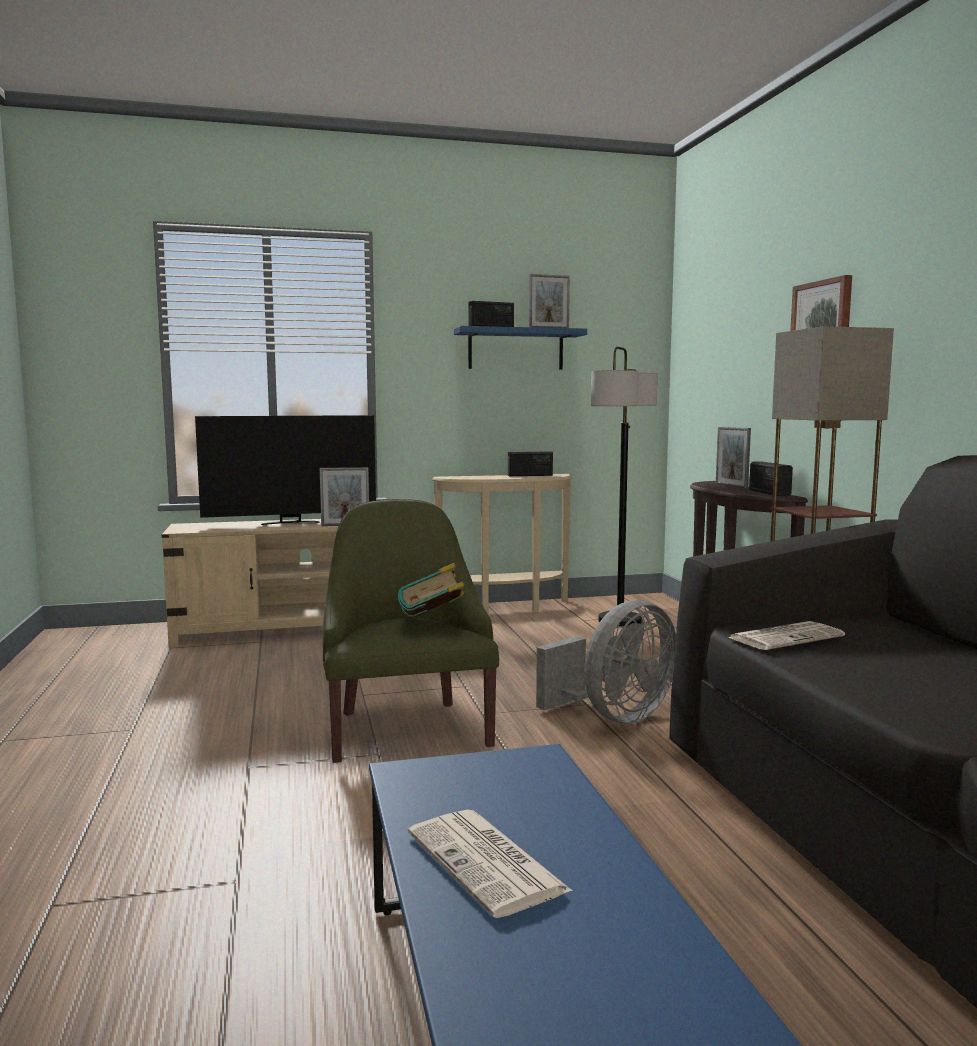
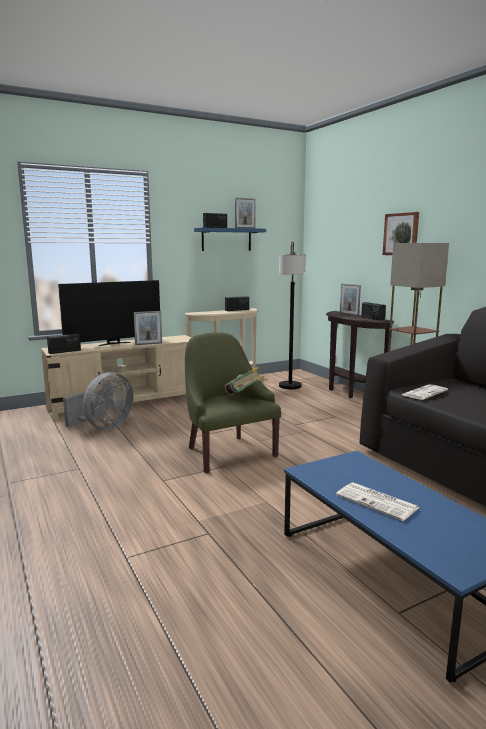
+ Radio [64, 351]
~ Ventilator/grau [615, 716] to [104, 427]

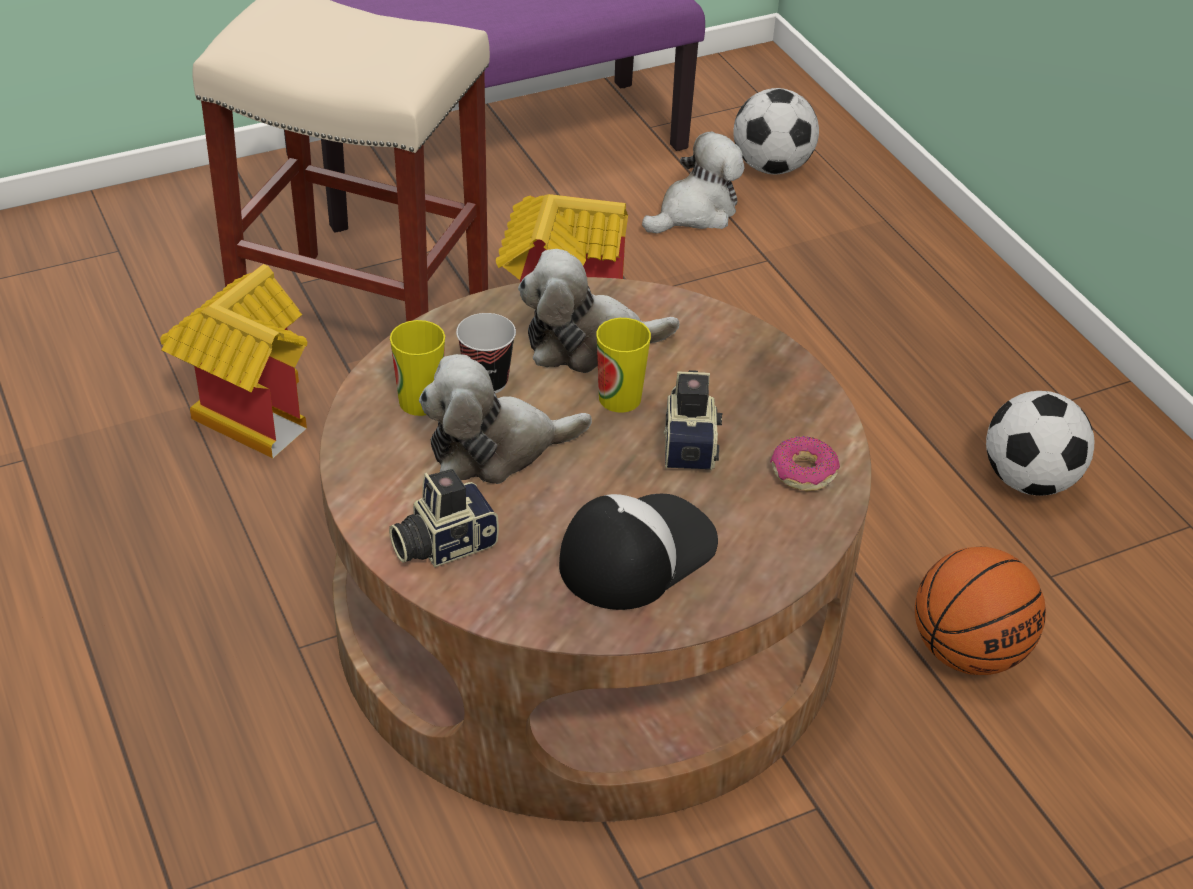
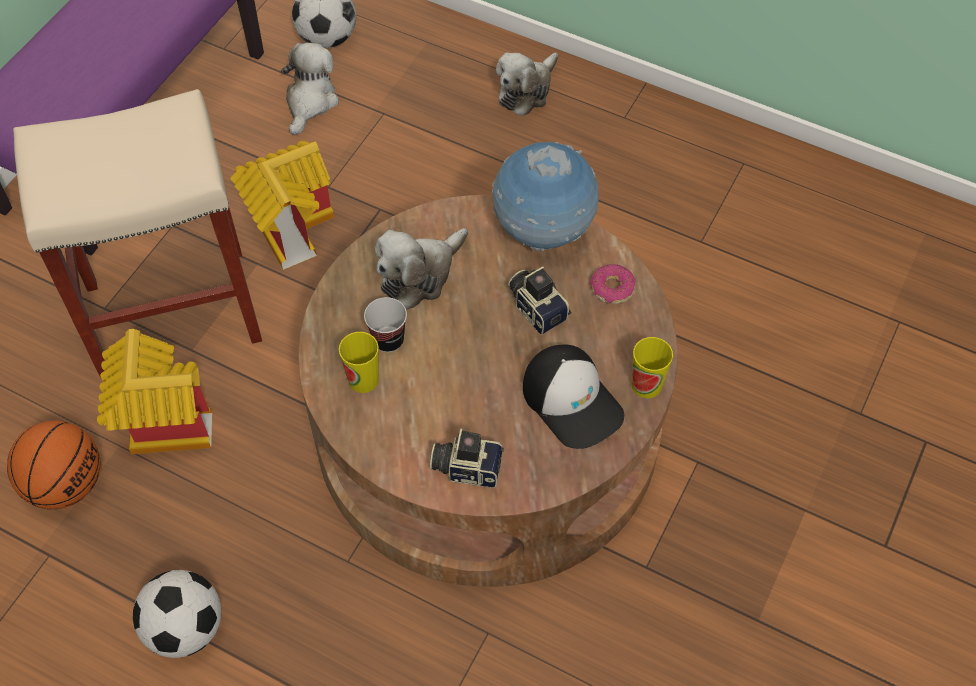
~ Basketball [967, 651] to [66, 484]
~ Fußball [1029, 480] to [185, 628]
~ Kamera [442, 543] = [467, 467] 75 degrees clockwise
+ Globus [543, 231]
~ Plüschtier [495, 448] to [526, 90]
~ Kappe [636, 552] = [572, 400] 135 degrees clockwise
~ Tasse [619, 398] to [646, 385]

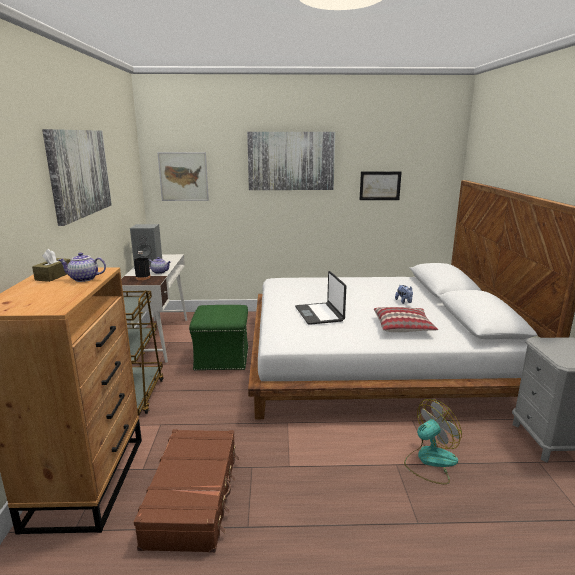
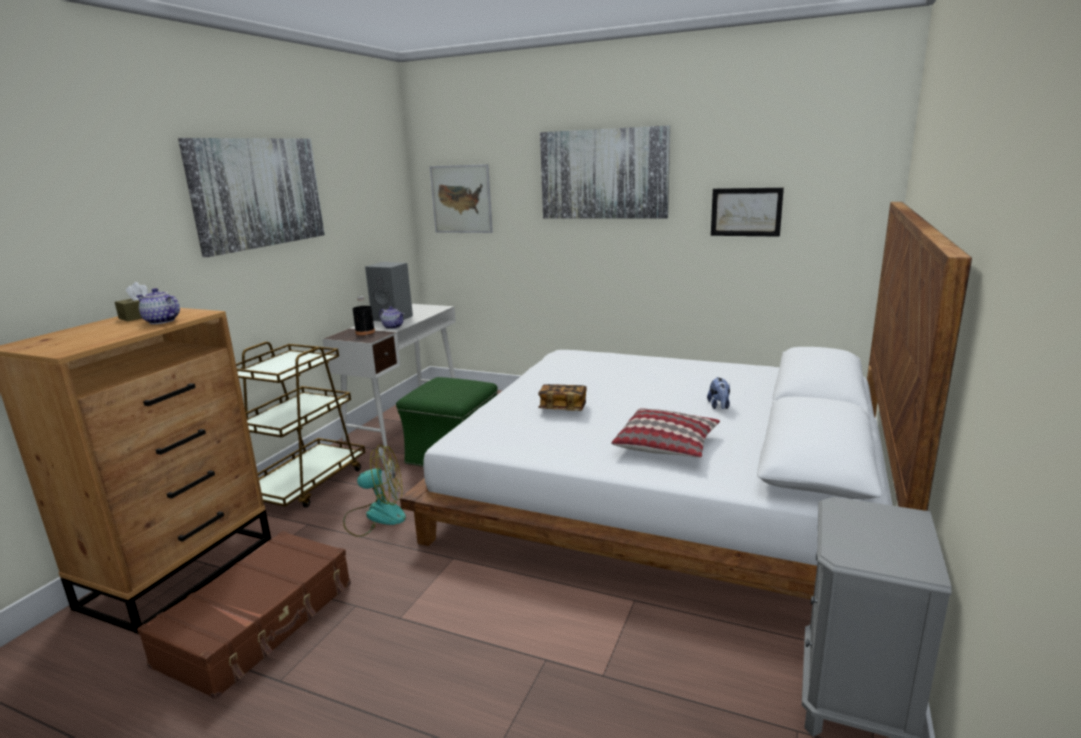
~ Ventilator [430, 461] to [375, 516]
~ Laptop [320, 314] to Buch [563, 408]

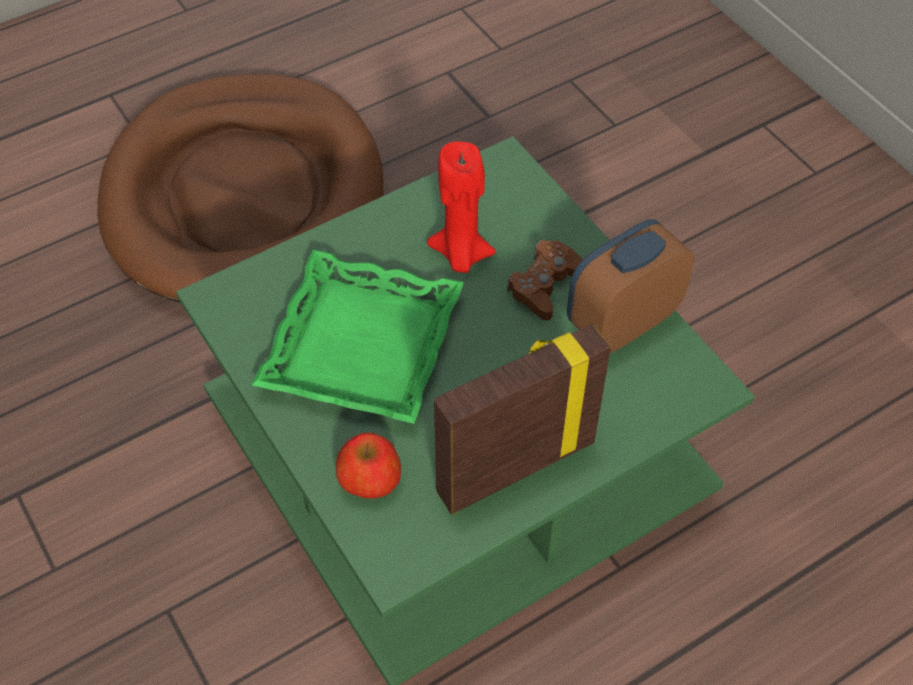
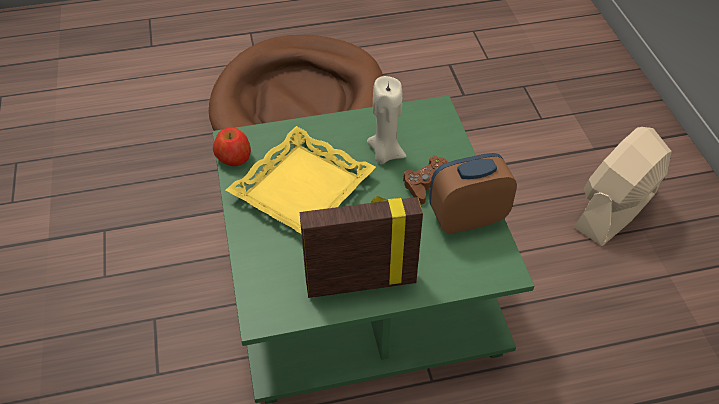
~ Apfel [369, 479] to [234, 158]
~ Tablett/grün [360, 345] to Tablett/gelb [301, 187]
~ Kerze/rot [461, 255] to Kerze/beige [385, 153]
+ Ventilator/beige [614, 210]

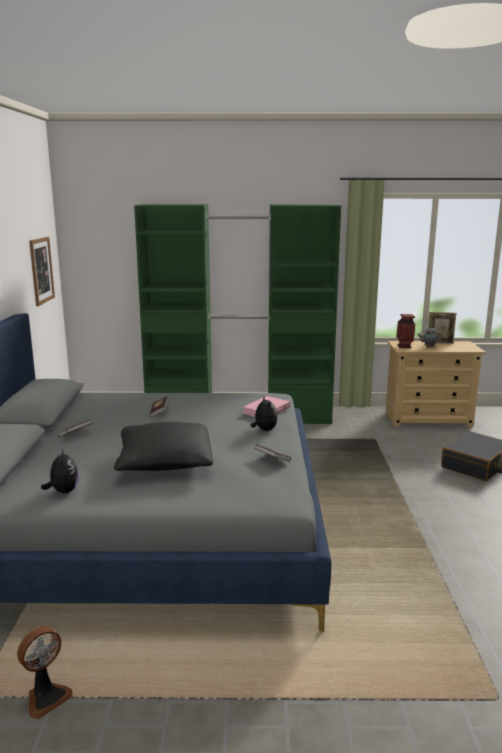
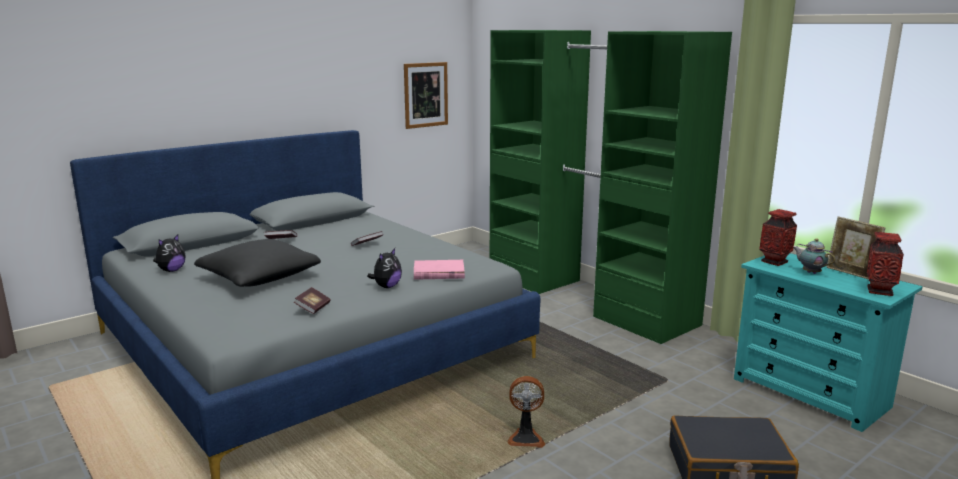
~ Ventilator [46, 697] to [525, 438]
~ Kommode/beige [428, 419] to Kommode/türkis [810, 393]
+ Vase [879, 291]

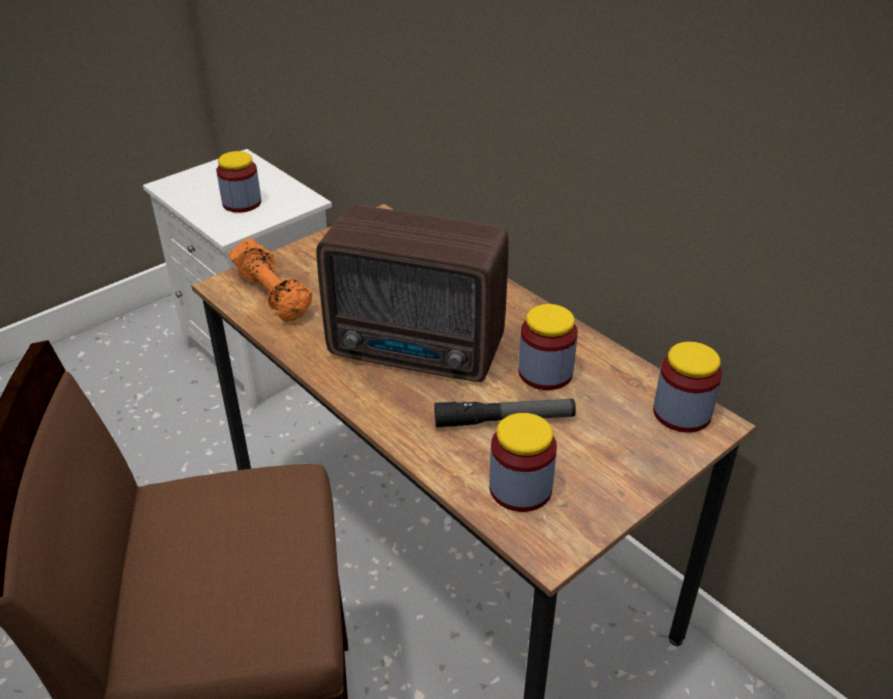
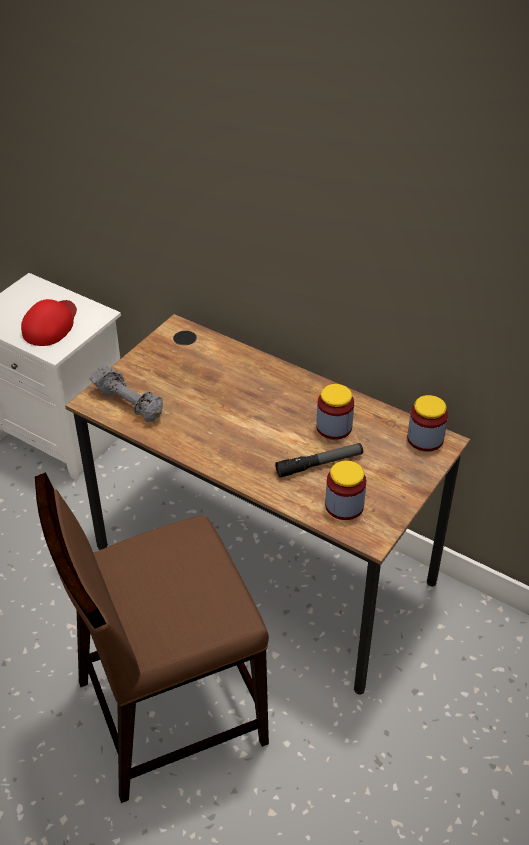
~ Vorratsglas [242, 203] to Kappe/rot [51, 324]
~ Hantel/orange [274, 295] to Hantel/grau [129, 403]
- Radio [419, 352]

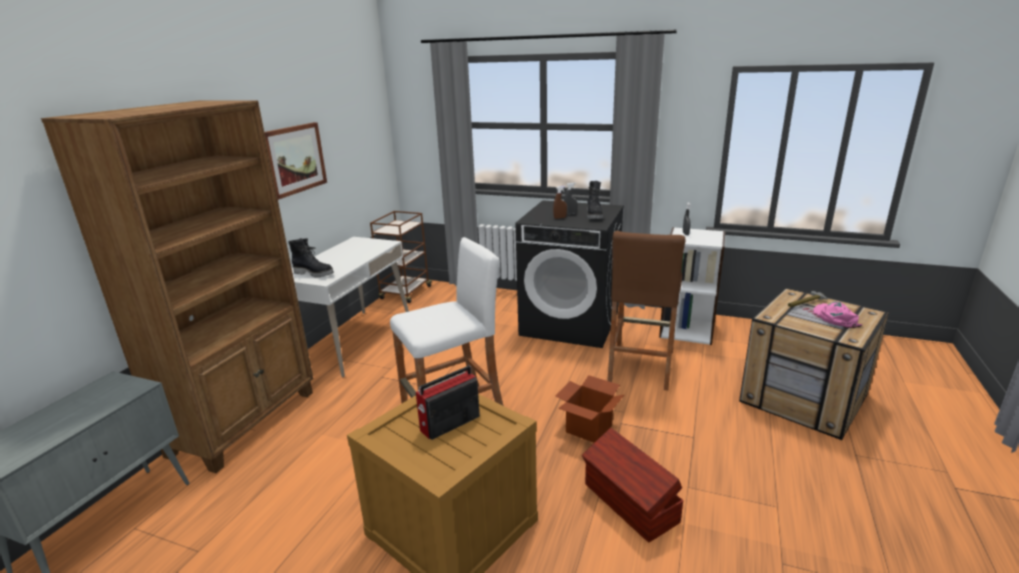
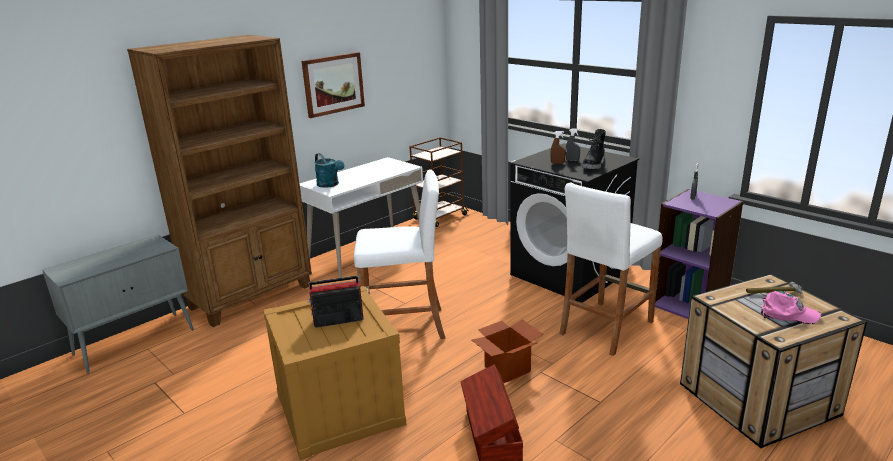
~ Stiefel/schwarz [314, 273] to Gießkanne/türkis [330, 185]
~ Hocker/braun [640, 366] to Hocker/weiß [606, 327]
~ Bücherregal/weiß [687, 329] to Bücherregal/lila [689, 304]
~ Kappe/rosa [834, 318] = [788, 314] 90 degrees clockwise

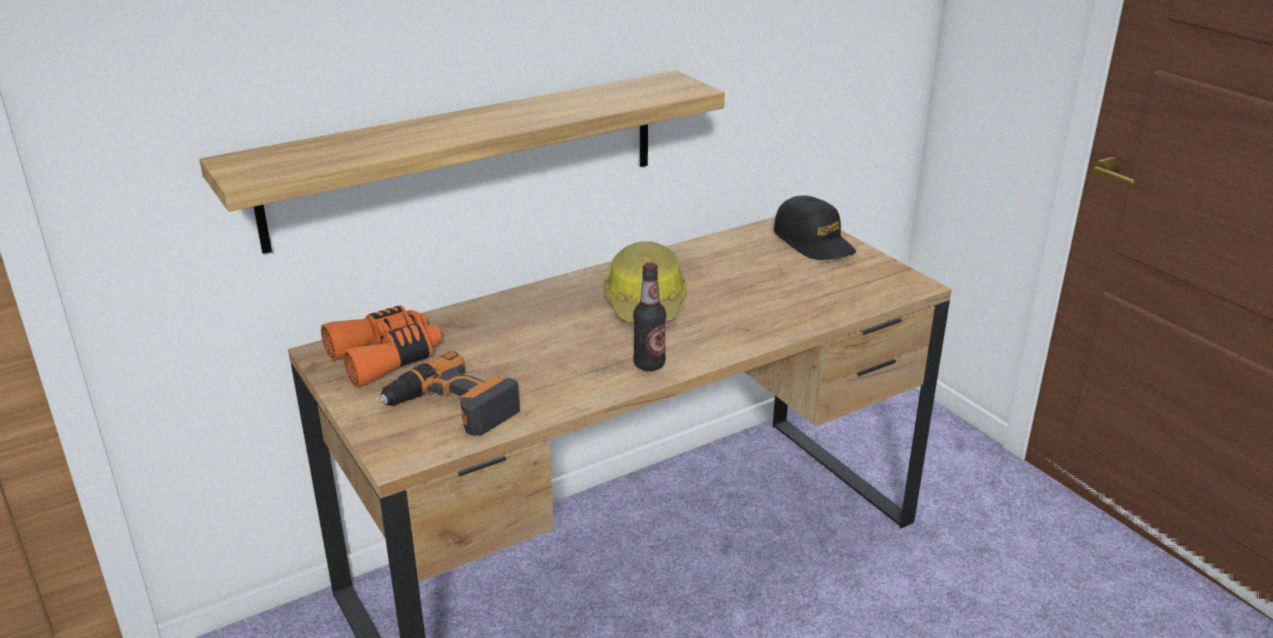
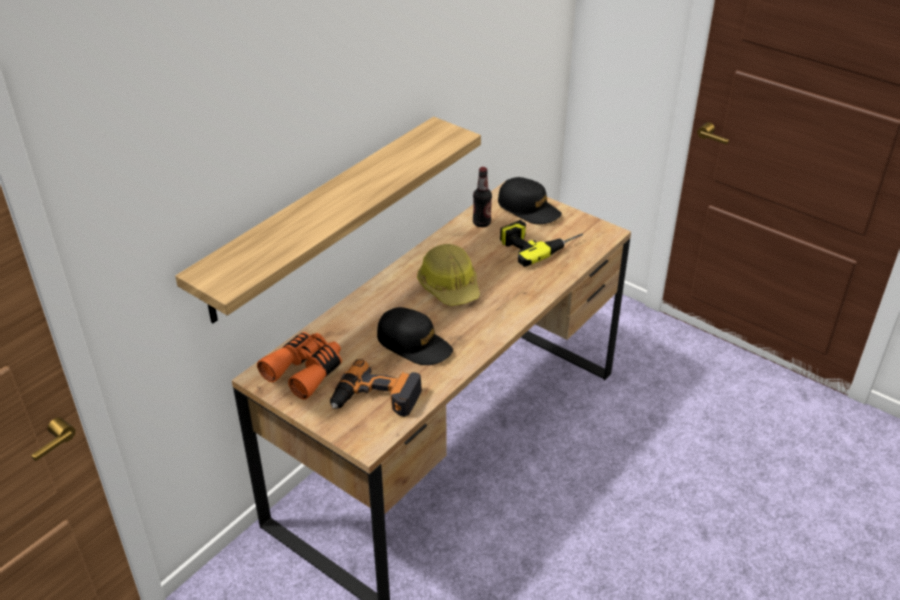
+ Kappe/schwarz [414, 344]
~ Flasche [649, 364] to [481, 223]
+ Bohrmaschine [539, 243]

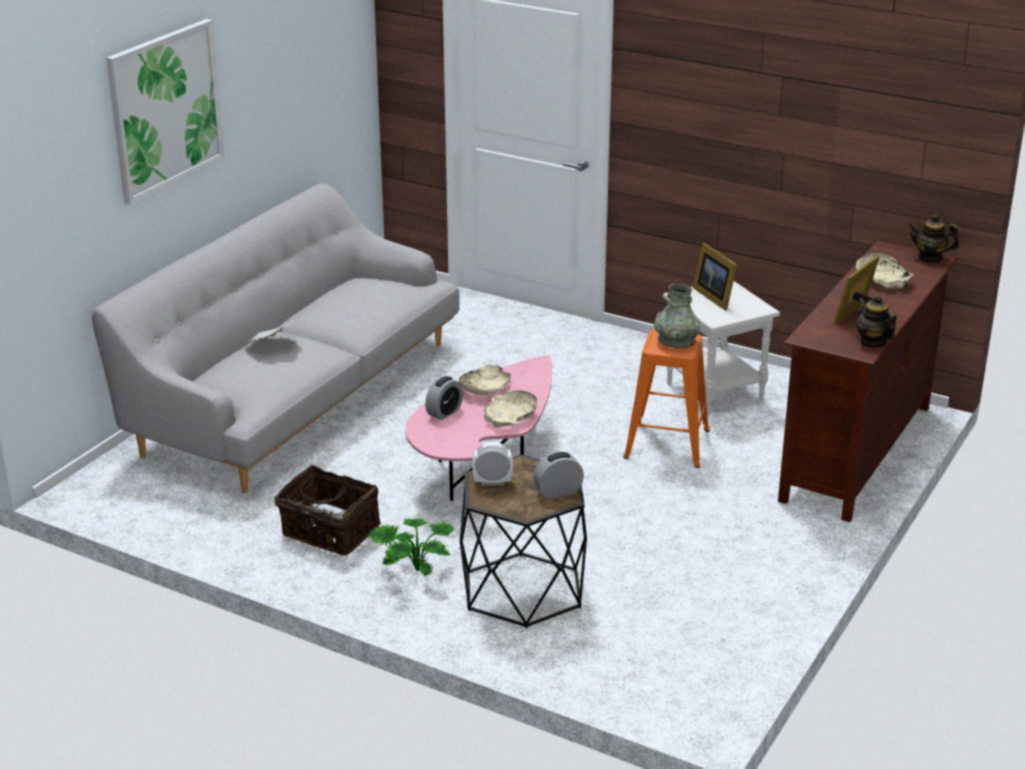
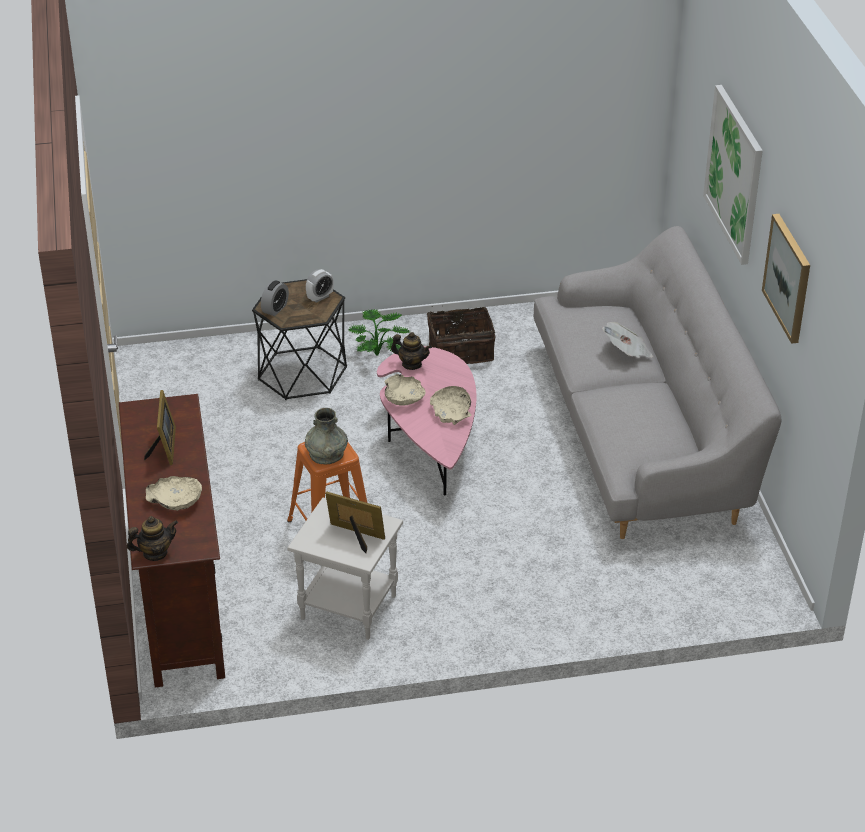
~ Teekanne [872, 342] to [411, 364]
+ Bild [788, 277]
- Wecker [444, 412]

